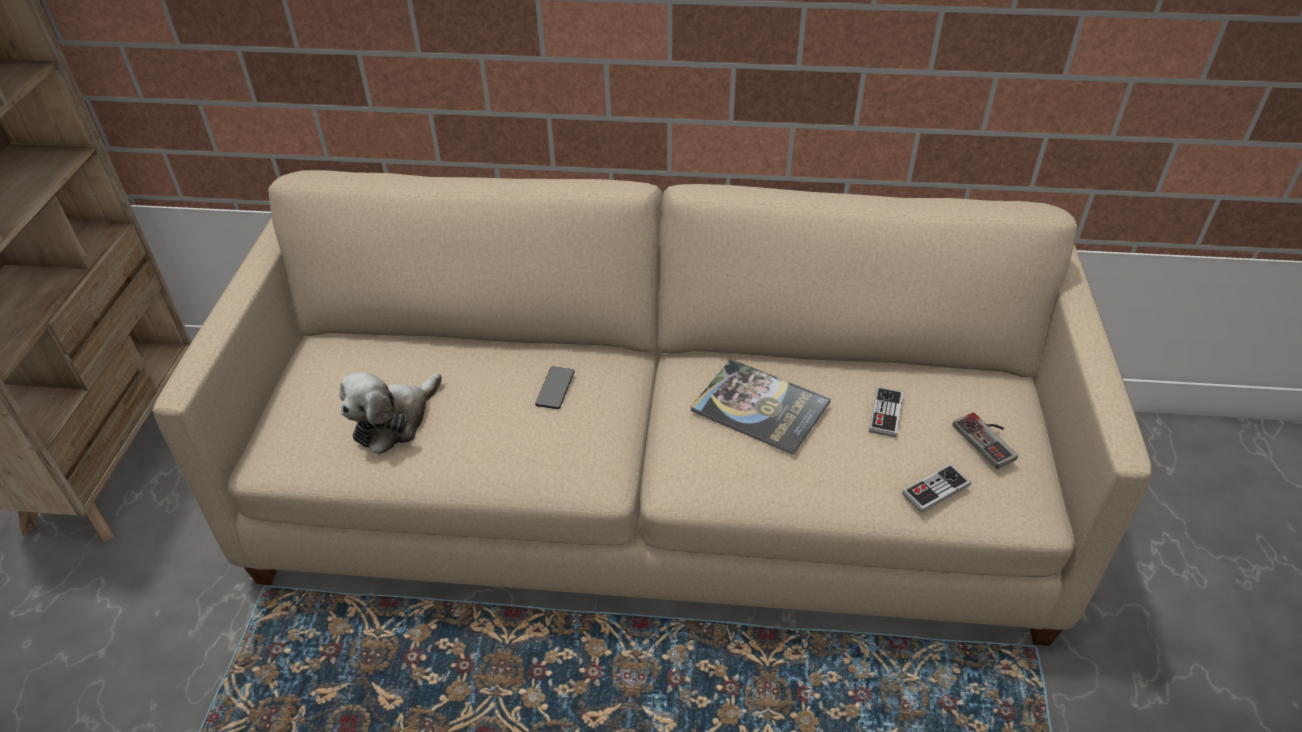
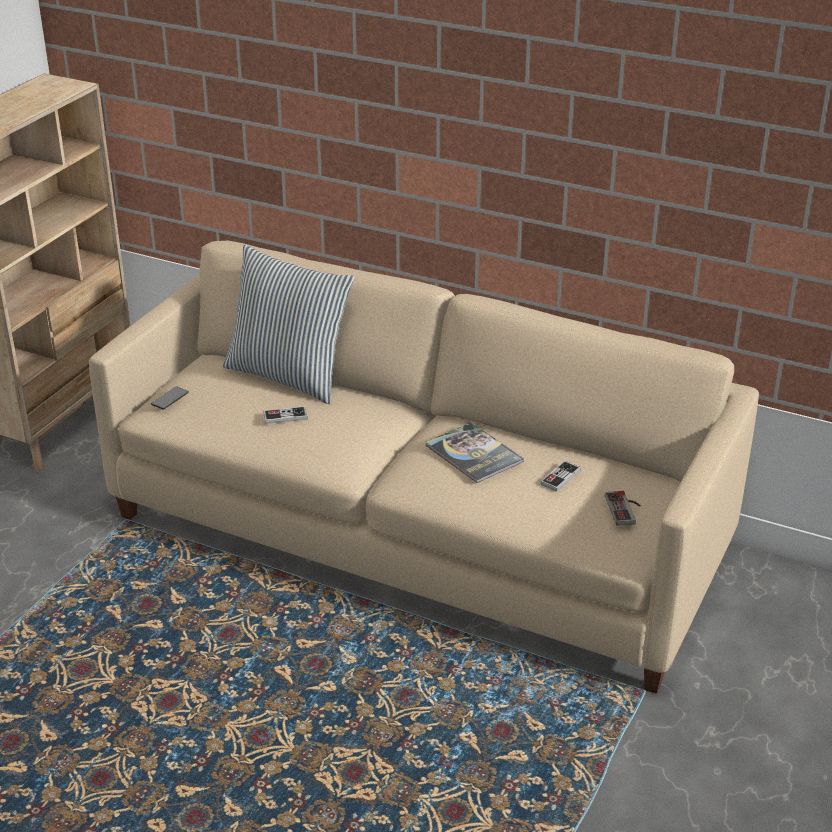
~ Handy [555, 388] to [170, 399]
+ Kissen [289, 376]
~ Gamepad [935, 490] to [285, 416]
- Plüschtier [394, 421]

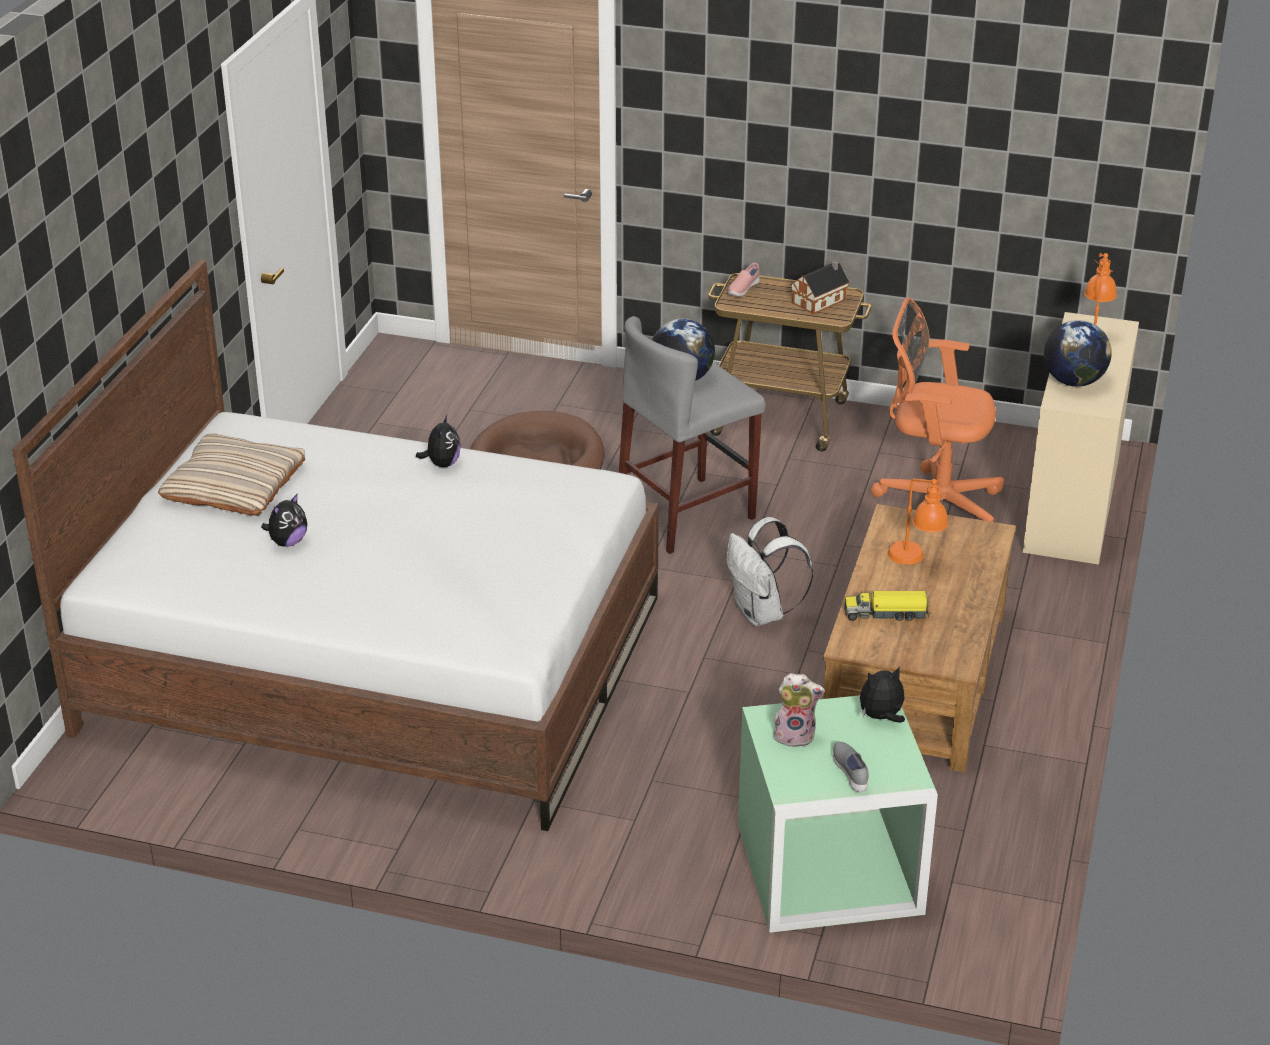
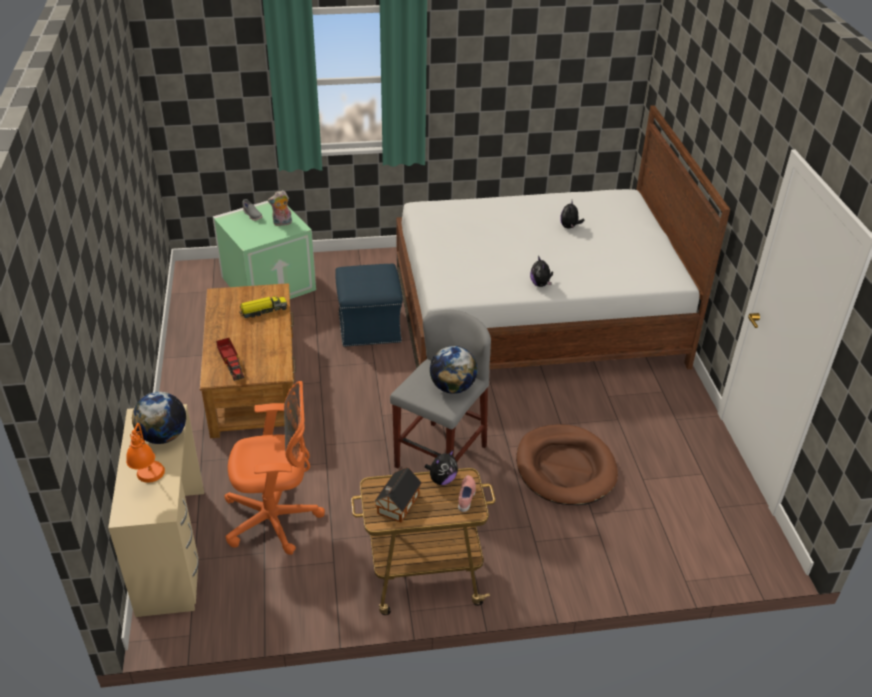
+ Spielzeuglaster [231, 363]
+ Polsterhocker/blau [369, 327]
~ Plüschtier [881, 717] to [442, 479]
- Kissen/beige [234, 484]
- Rucksack/weiß [762, 614]
- Tischlampe/orange [916, 561]

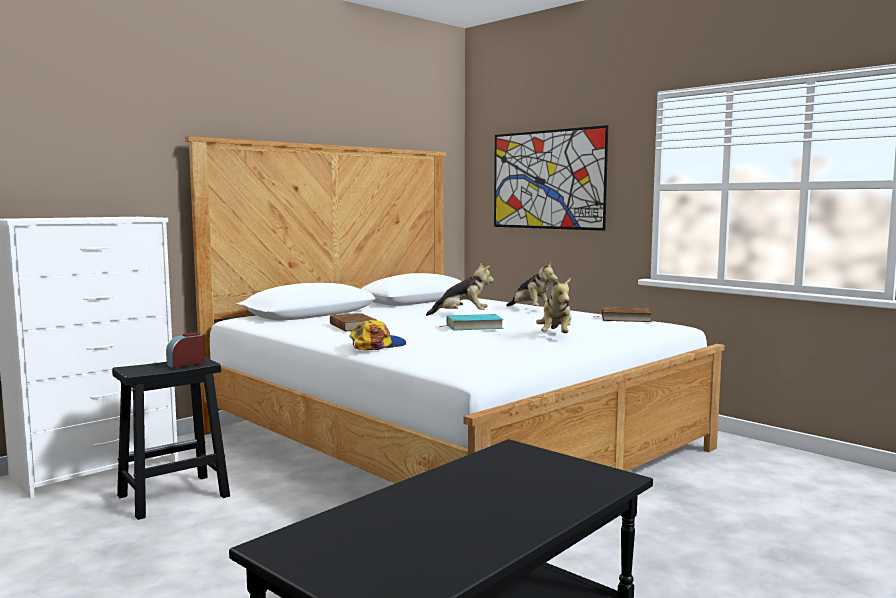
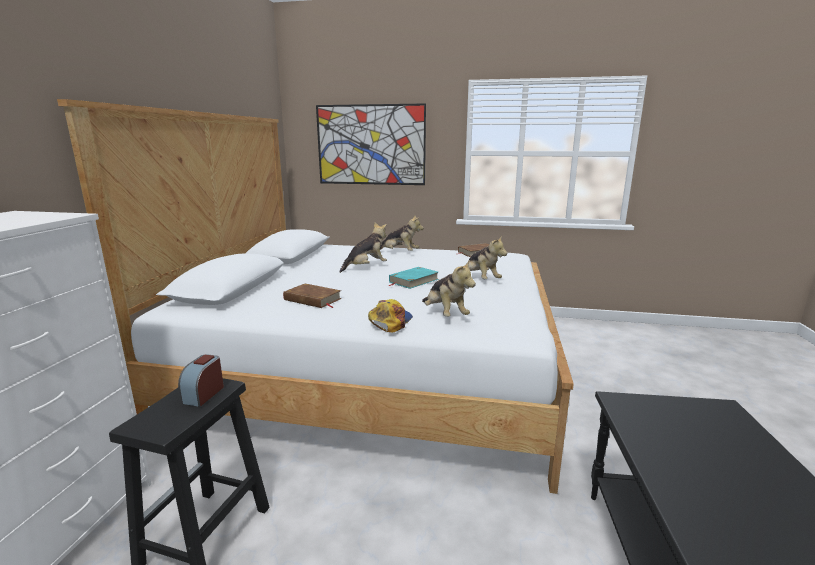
+ Plüschtier [445, 314]

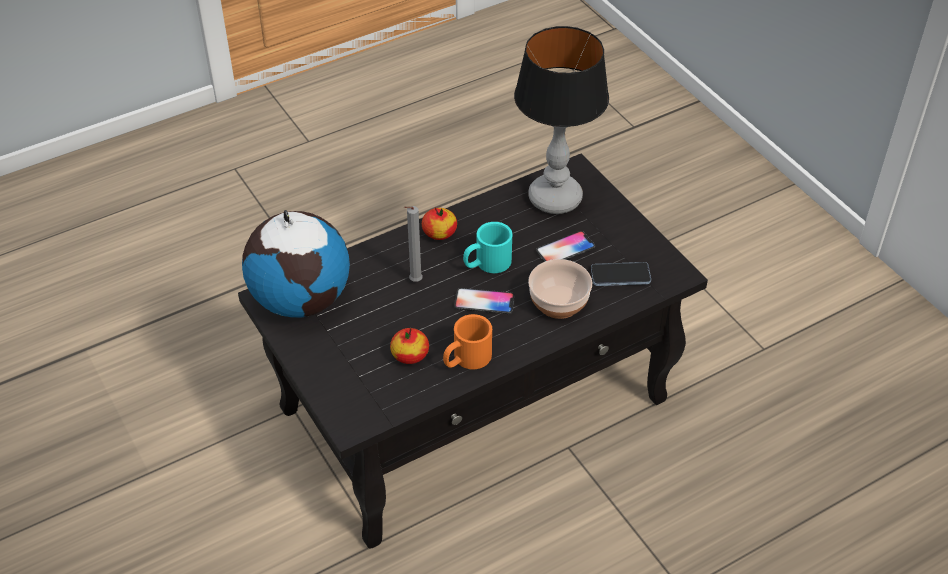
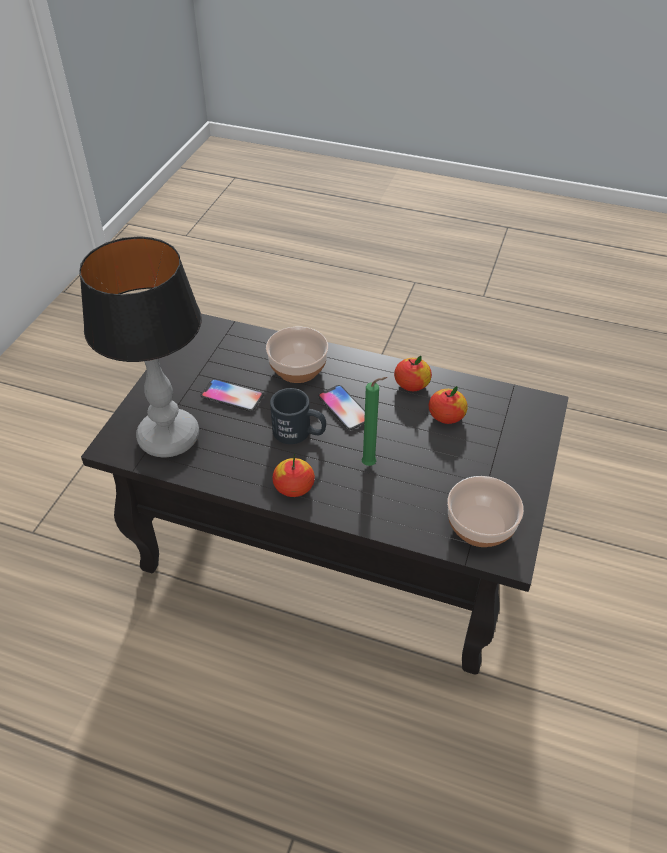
~ Henkelbecher/türkis [486, 264] to Henkelbecher/schwarz [299, 432]
~ Kerze/grau [414, 282] to Kerze/grün [371, 464]
~ Henkelbecher/orange [466, 359] to Apfel [411, 384]
~ Globus [301, 299] to Schüssel [479, 526]
- Handy [620, 275]

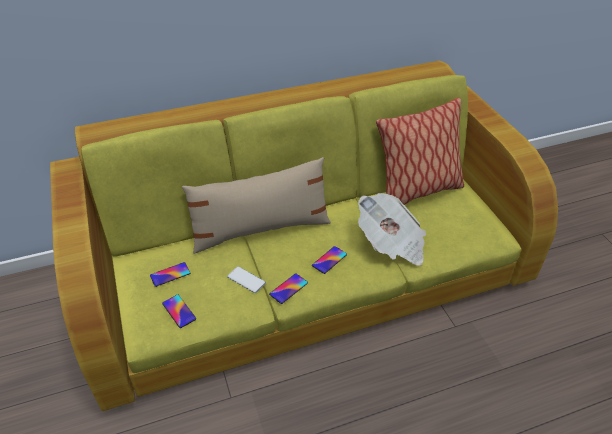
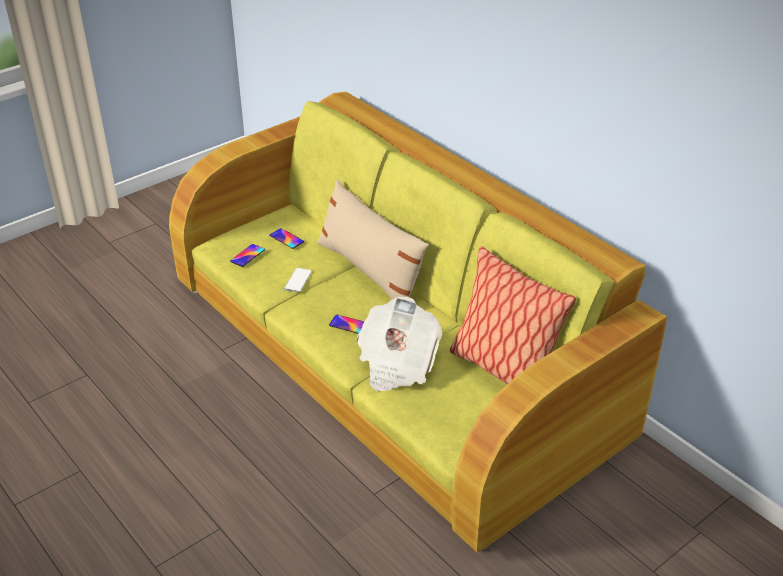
- Handy [288, 288]

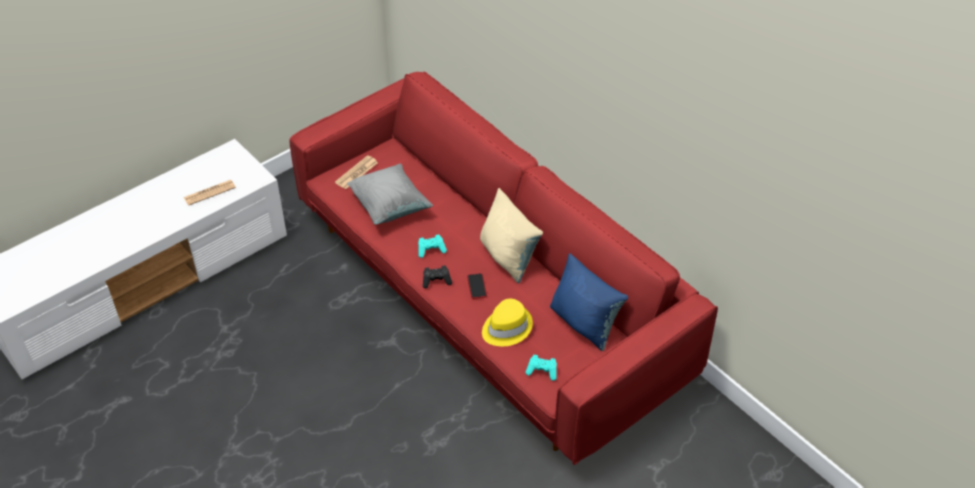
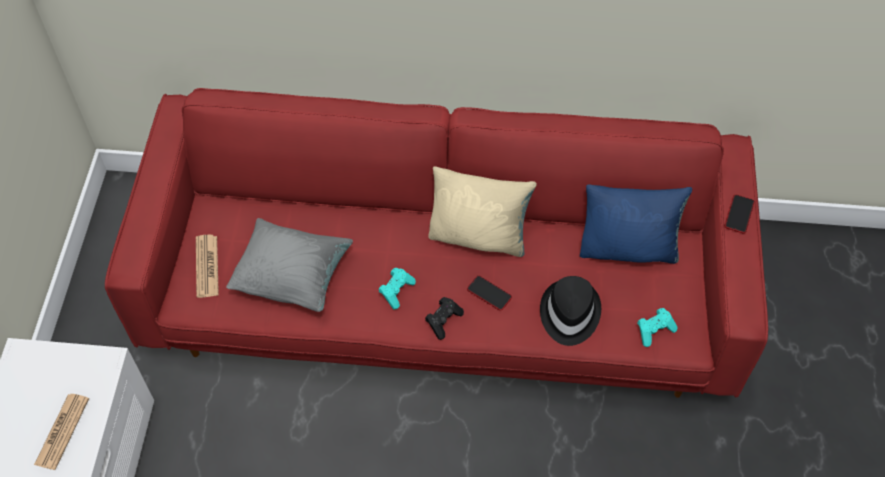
~ Hut/gelb [506, 327] to Hut/schwarz [569, 313]
+ Handy [739, 214]

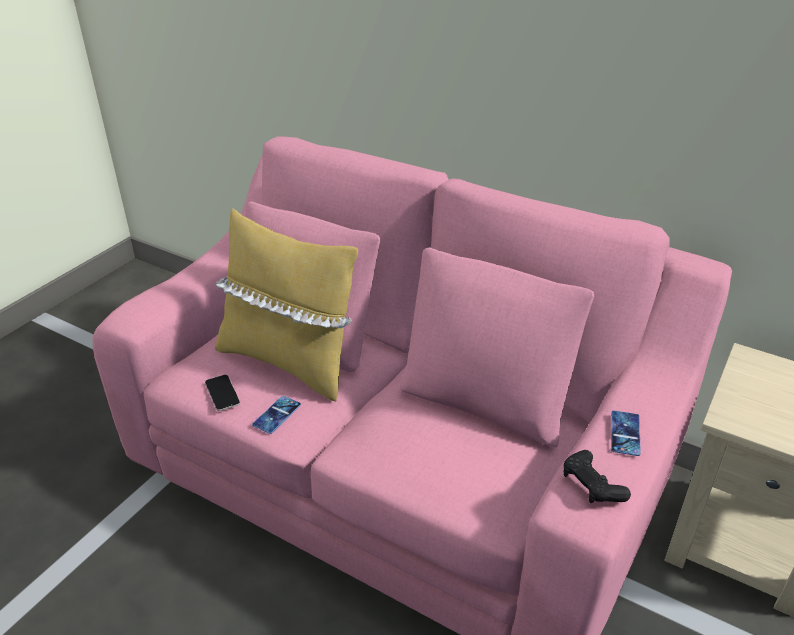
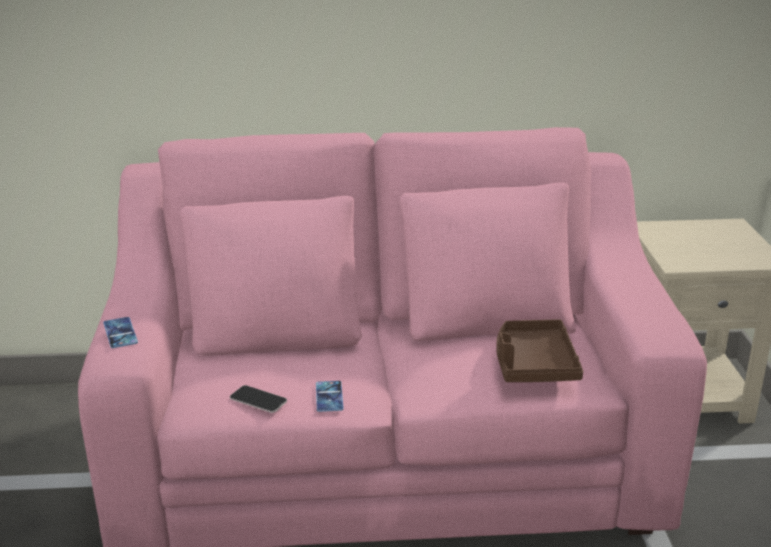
~ Handy [625, 433] to [120, 333]
+ Tablett/braun [533, 364]
- Kissen/gelb [288, 361]
- Gamepad/schwarz [592, 485]

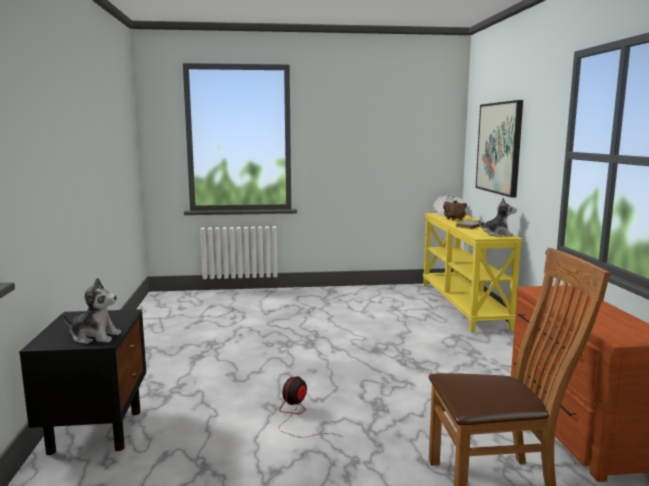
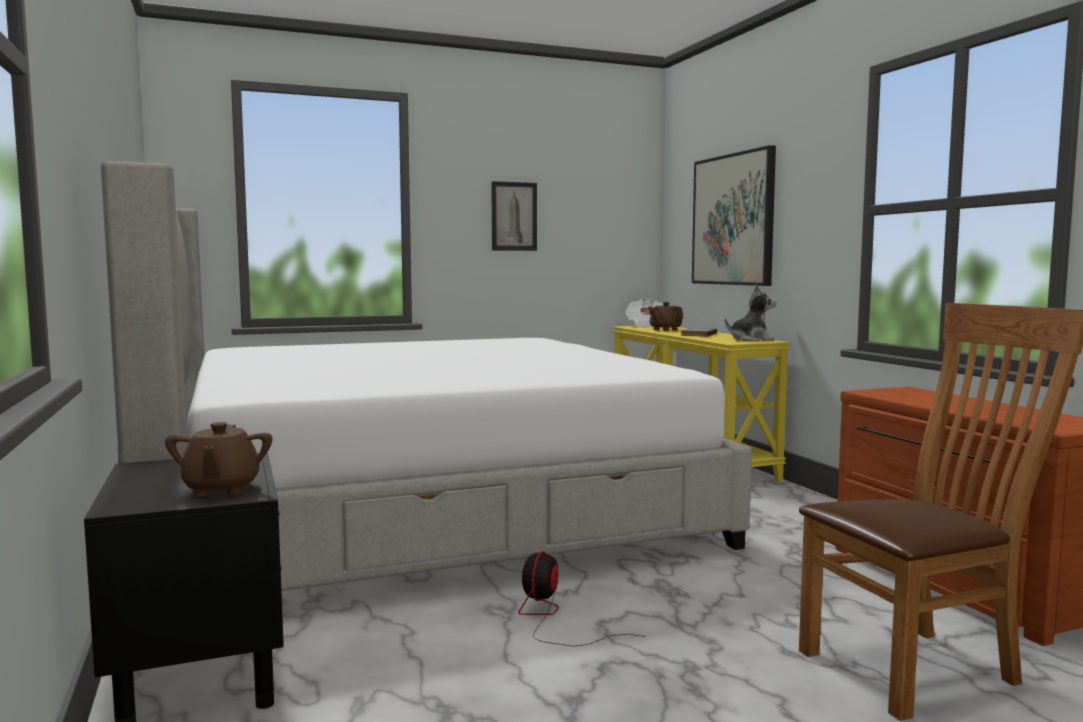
+ Bett [418, 510]
~ Plüschtier [95, 337] to Teekanne/braun [221, 489]
+ Bild [514, 216]

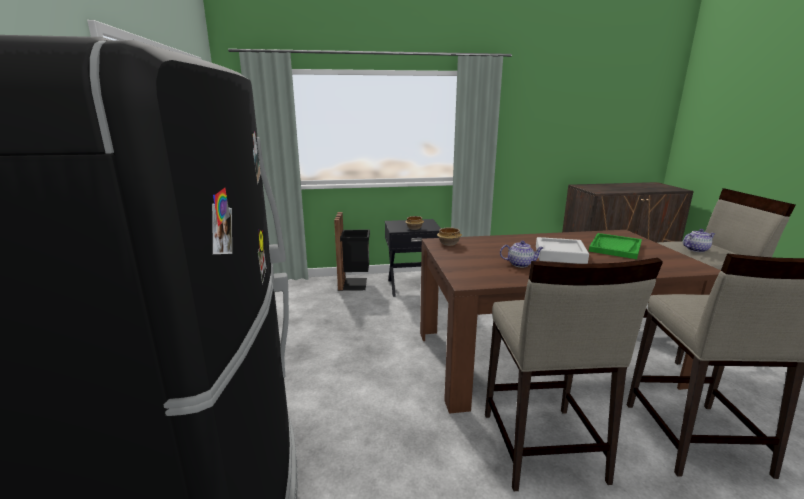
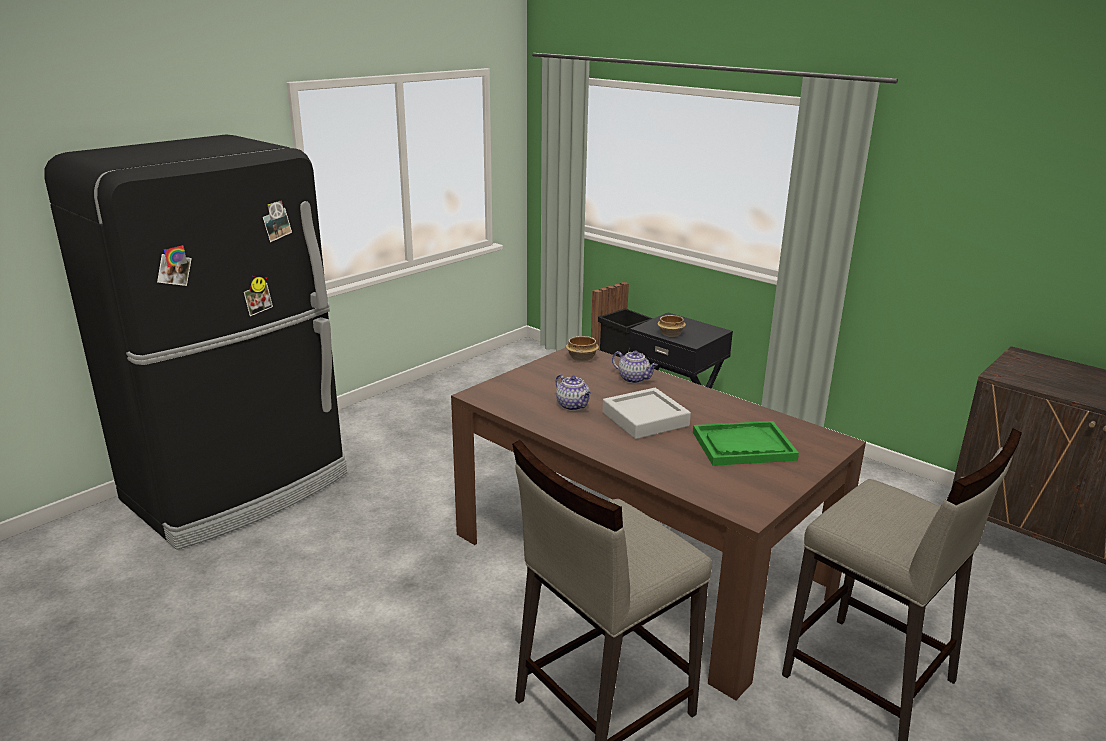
~ Teekanne [696, 249] to [634, 379]
- Hocker/beige [541, 447]

